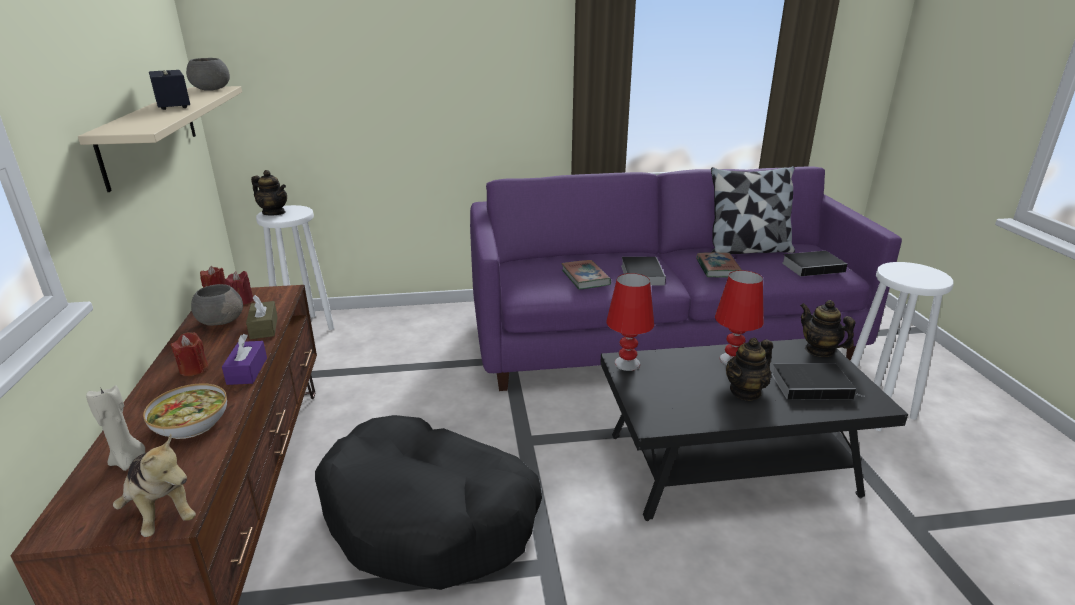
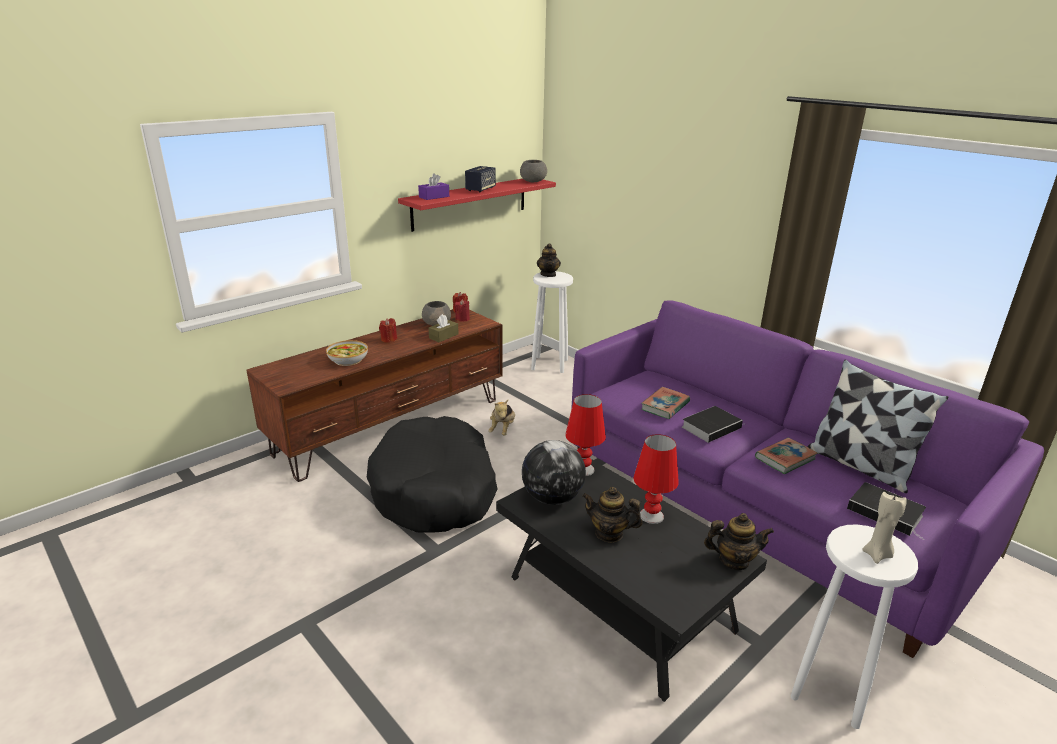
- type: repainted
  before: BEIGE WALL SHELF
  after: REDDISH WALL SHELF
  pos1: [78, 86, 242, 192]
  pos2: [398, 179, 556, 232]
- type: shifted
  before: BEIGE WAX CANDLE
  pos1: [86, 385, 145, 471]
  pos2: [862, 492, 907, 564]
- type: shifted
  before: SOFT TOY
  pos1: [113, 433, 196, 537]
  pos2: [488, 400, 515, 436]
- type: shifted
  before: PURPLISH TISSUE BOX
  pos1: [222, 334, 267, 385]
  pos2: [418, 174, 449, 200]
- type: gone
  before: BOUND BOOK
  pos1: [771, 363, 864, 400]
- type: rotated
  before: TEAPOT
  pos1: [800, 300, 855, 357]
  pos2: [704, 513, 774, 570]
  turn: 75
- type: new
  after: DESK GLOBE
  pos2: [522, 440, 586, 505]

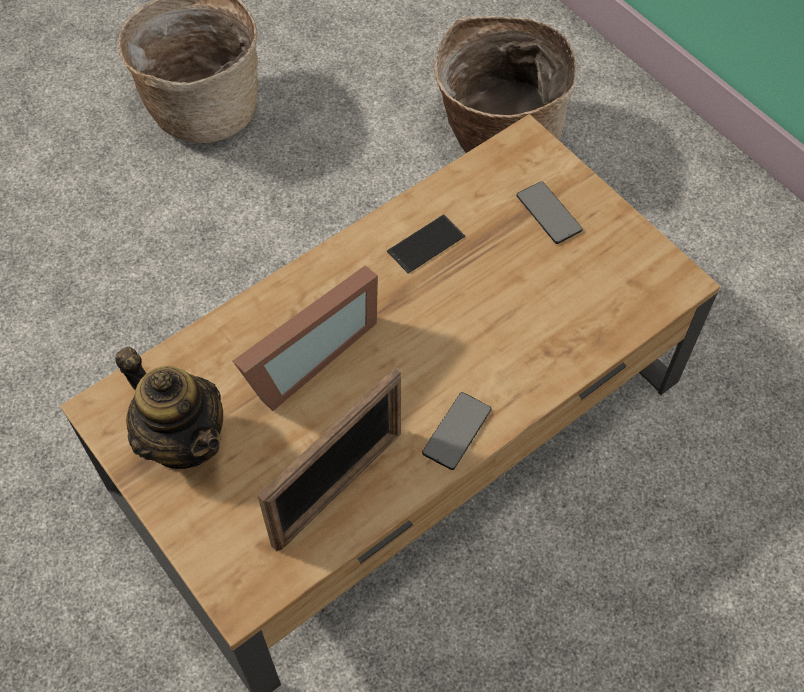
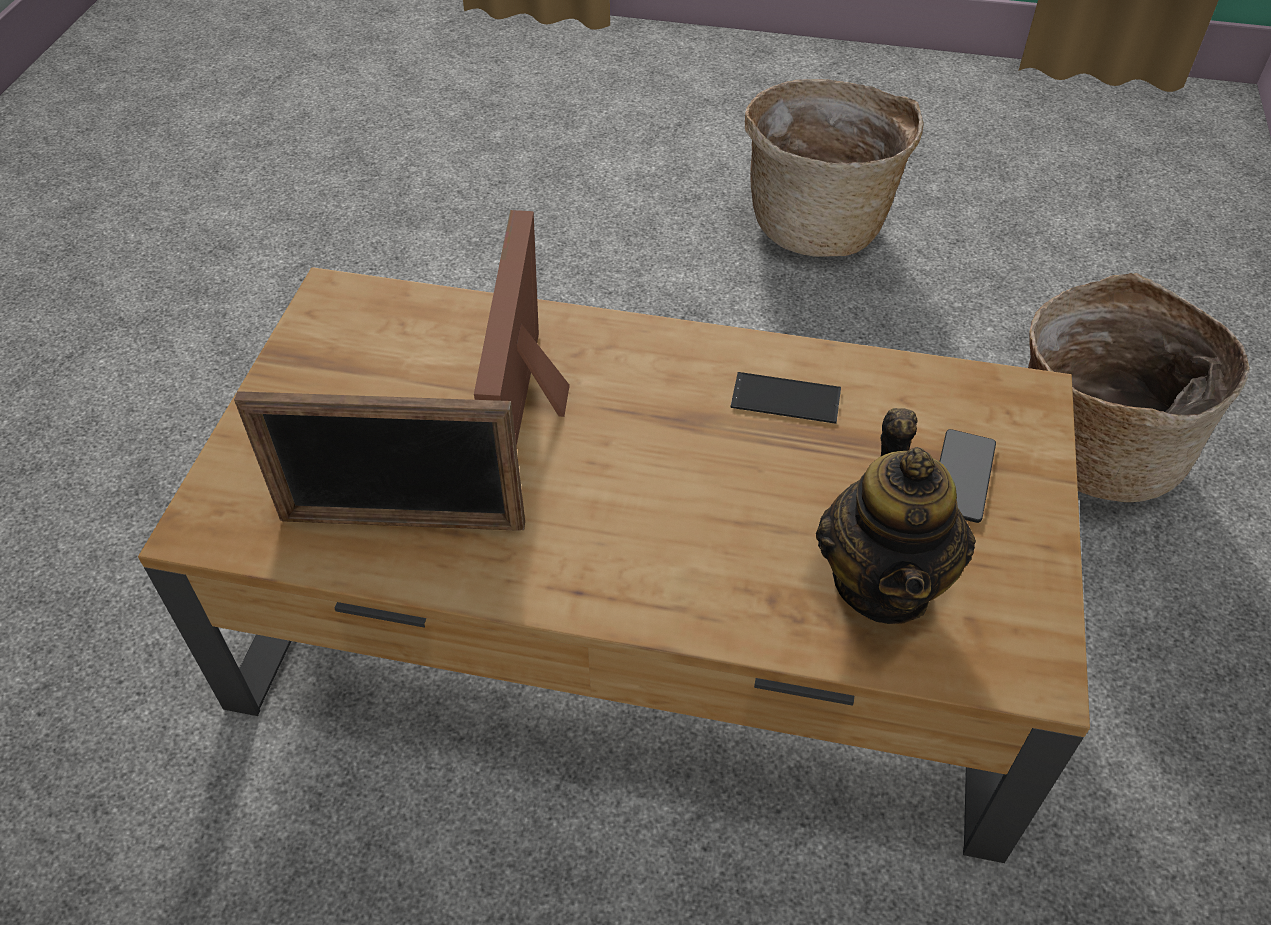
- type: shifted
  before: TEAPOT
  pos1: [115, 347, 223, 469]
  pos2: [816, 408, 976, 624]
- type: rotated
  before: PICTURE FRAME
  pos1: [233, 265, 378, 411]
  pos2: [474, 210, 570, 446]
  turn: 90
- type: gone
  before: HANDSET
  pos1: [422, 392, 492, 470]

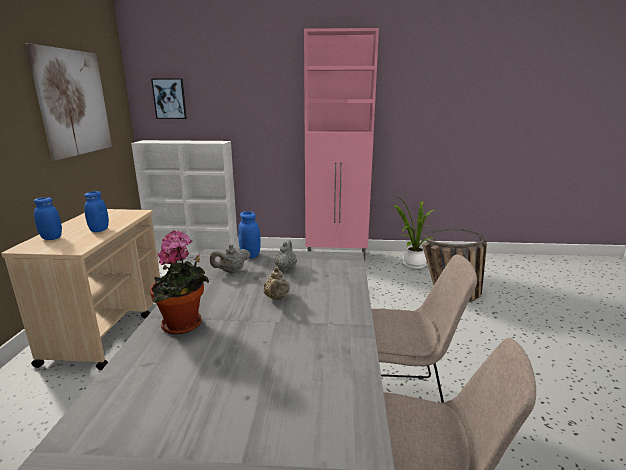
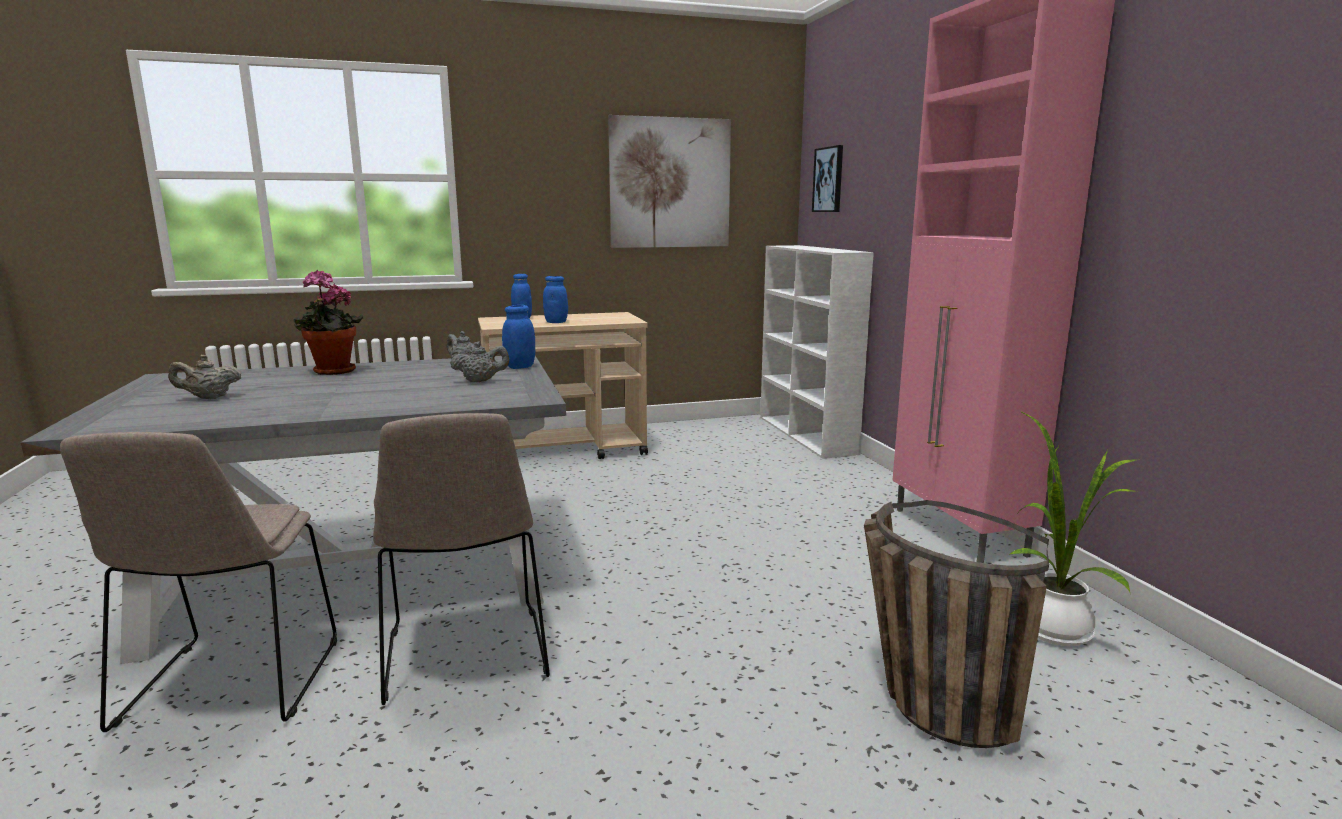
- type: shifted
  before: BEIGE TEAPOT
  pos1: [263, 267, 290, 300]
  pos2: [168, 355, 241, 399]

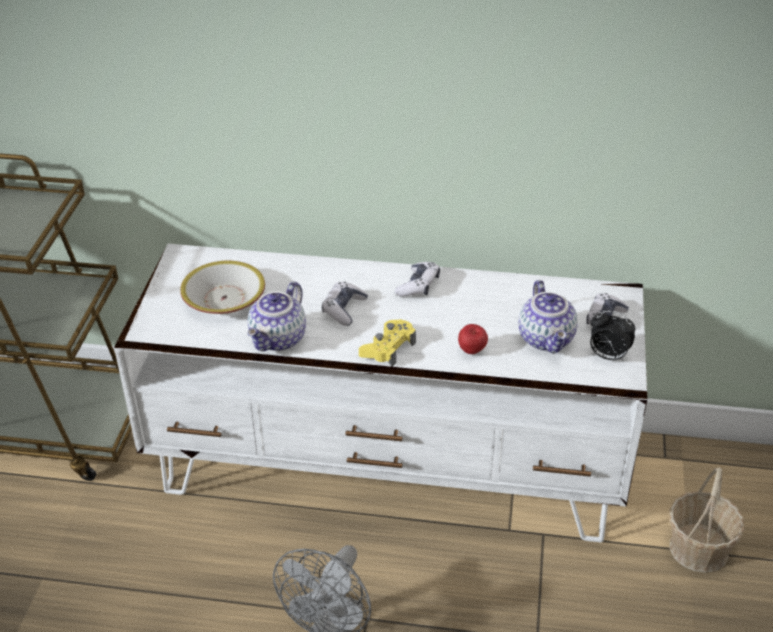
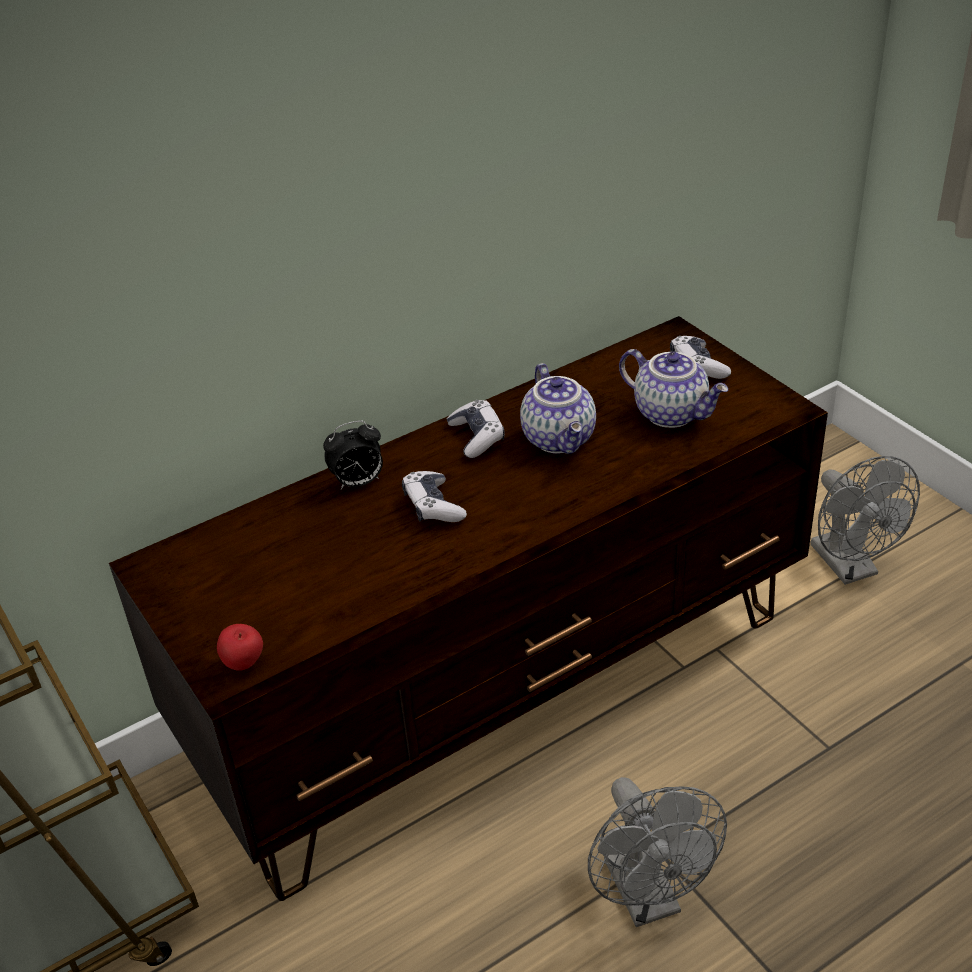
- type: repainted
  before: WHITISH TV STAND
  after: BROWNISH TV STAND
  pos1: [114, 244, 647, 543]
  pos2: [109, 316, 828, 901]
- type: gone
  before: SERVING BOWL
  pos1: [180, 261, 265, 314]
- type: shifted
  before: TEAPOT
  pos1: [248, 281, 306, 351]
  pos2: [520, 363, 596, 454]
- type: gone
  before: YELLOWISH GAME CONTROLLER
  pos1: [359, 319, 416, 367]
- type: shifted
  before: APPLE FRUIT
  pos1: [458, 324, 488, 354]
  pos2: [217, 624, 263, 671]
- type: shifted
  before: BEDSIDE CLOCK
  pos1: [590, 311, 635, 361]
  pos2: [323, 420, 383, 489]
- type: swapped
  before: BASKET
  after: GREY FAN
  pos1: [670, 468, 744, 573]
  pos2: [811, 456, 920, 585]

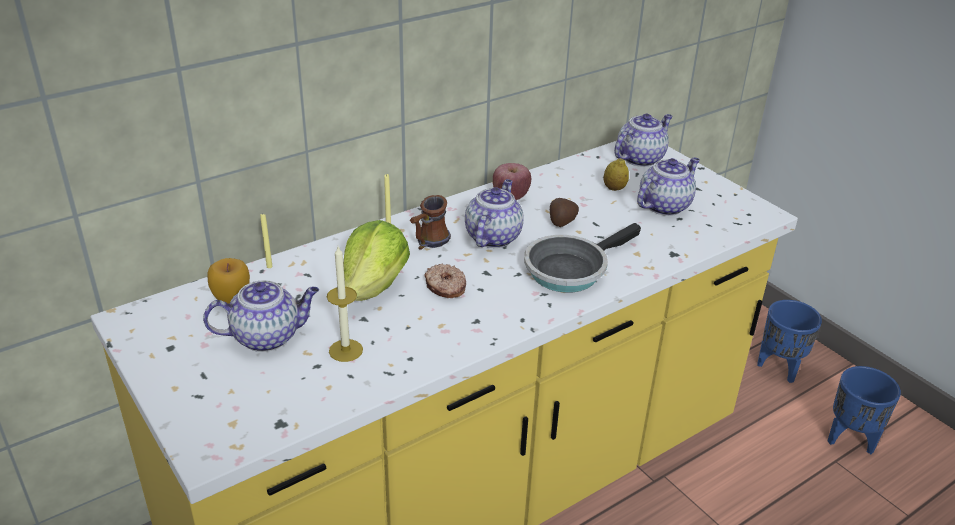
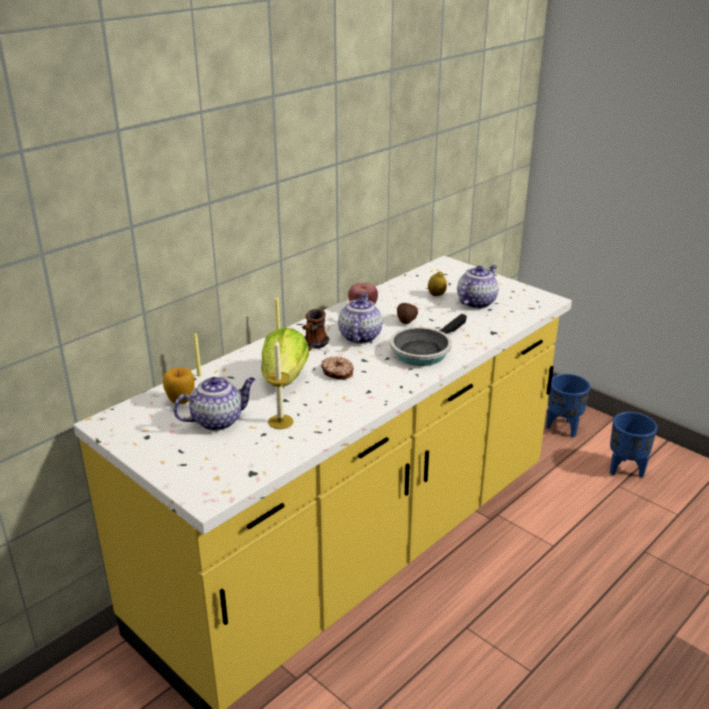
- type: gone
  before: TEAPOT
  pos1: [614, 114, 673, 167]

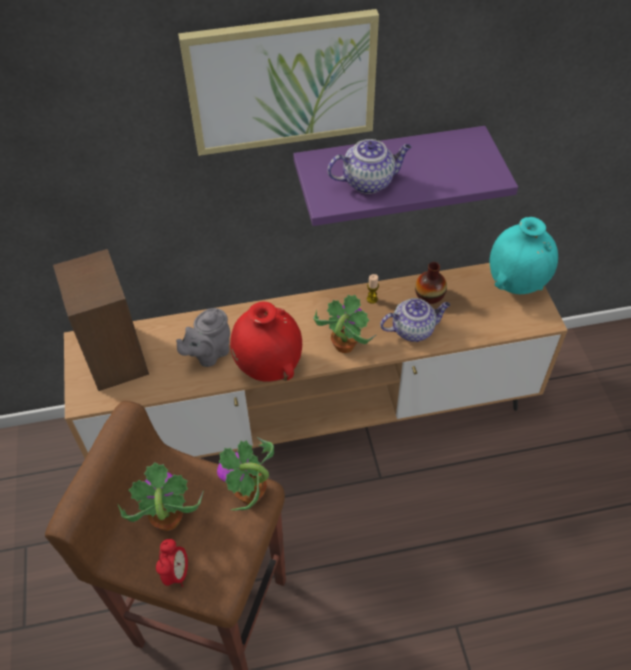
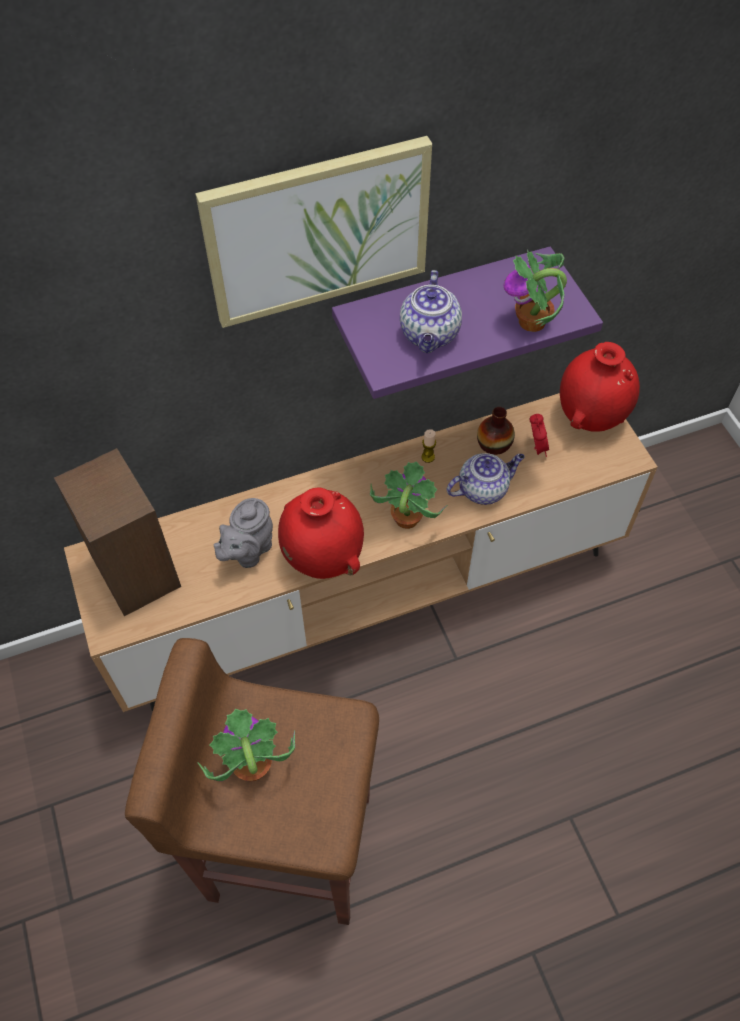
- type: shifted
  before: BEDSIDE CLOCK
  pos1: [156, 539, 188, 587]
  pos2: [530, 414, 549, 457]
- type: shifted
  before: PLANT IN A POT
  pos1: [217, 437, 274, 511]
  pos2: [504, 250, 567, 332]
- type: rotated
  before: TEAPOT
  pos1: [328, 139, 412, 194]
  pos2: [400, 270, 462, 353]
  turn: 120
- type: repainted
  before: BLUE-GREEN FLOWER VASE
  after: REDDISH FLOWER VASE
  pos1: [490, 217, 558, 294]
  pos2: [560, 342, 640, 432]

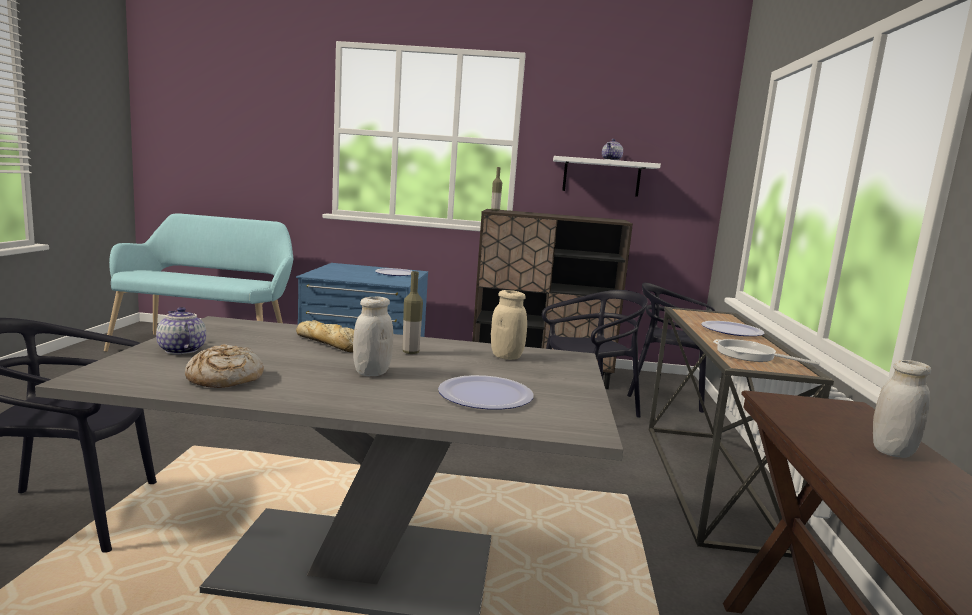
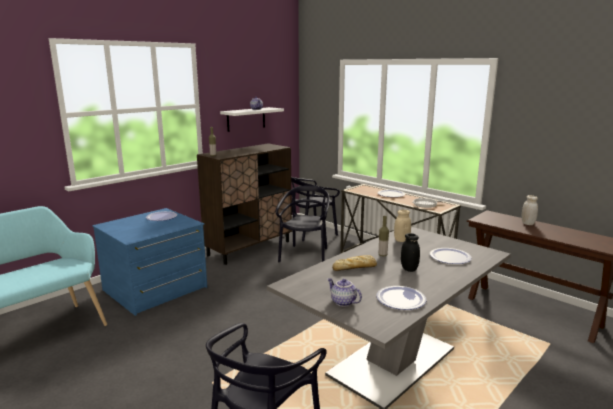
- type: rotated
  before: TEAPOT
  pos1: [156, 307, 206, 355]
  pos2: [328, 278, 362, 307]
  turn: 45
- type: swapped
  before: BAKED BREAD
  after: DINNER PLATE
  pos1: [185, 344, 264, 388]
  pos2: [376, 286, 426, 310]
- type: repainted
  before: WHITISH JAR
  after: BLACK JAR
  pos1: [353, 296, 393, 376]
  pos2: [401, 233, 420, 272]

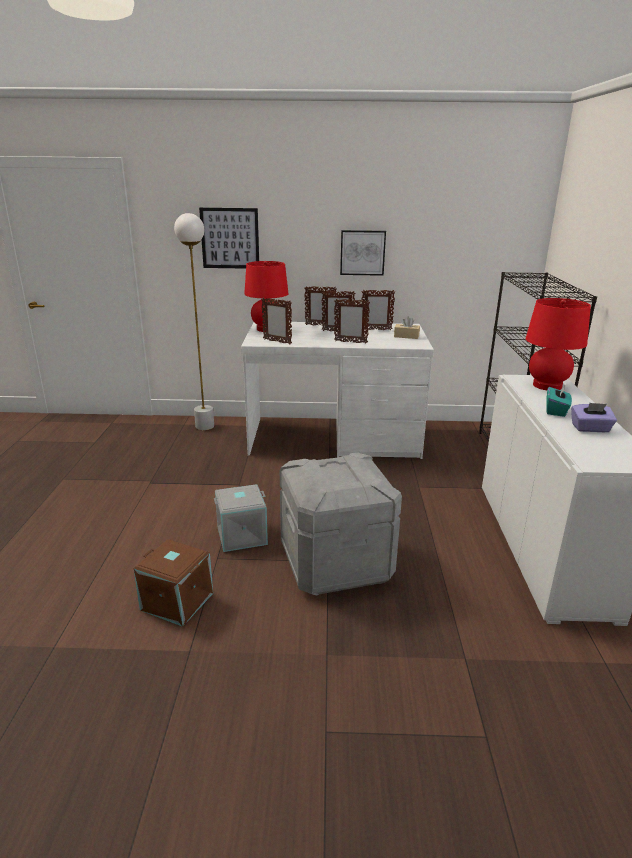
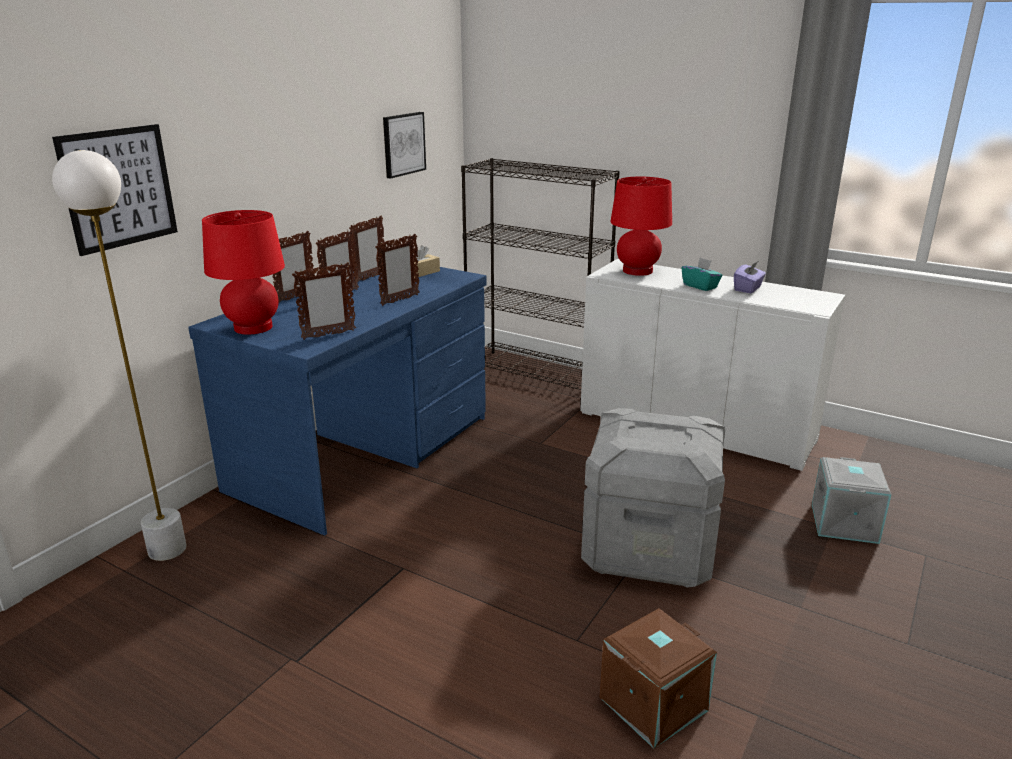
- type: shifted
  before: GREY STORAGE BIN
  pos1: [214, 484, 268, 552]
  pos2: [812, 457, 891, 544]
- type: repainted
  before: WHITISH DESK UNIT
  after: BLUISH DESK UNIT
  pos1: [241, 322, 434, 459]
  pos2: [188, 267, 487, 536]
- type: shifted
  before: PICTURE
  pos1: [340, 230, 386, 276]
  pos2: [383, 112, 426, 179]

